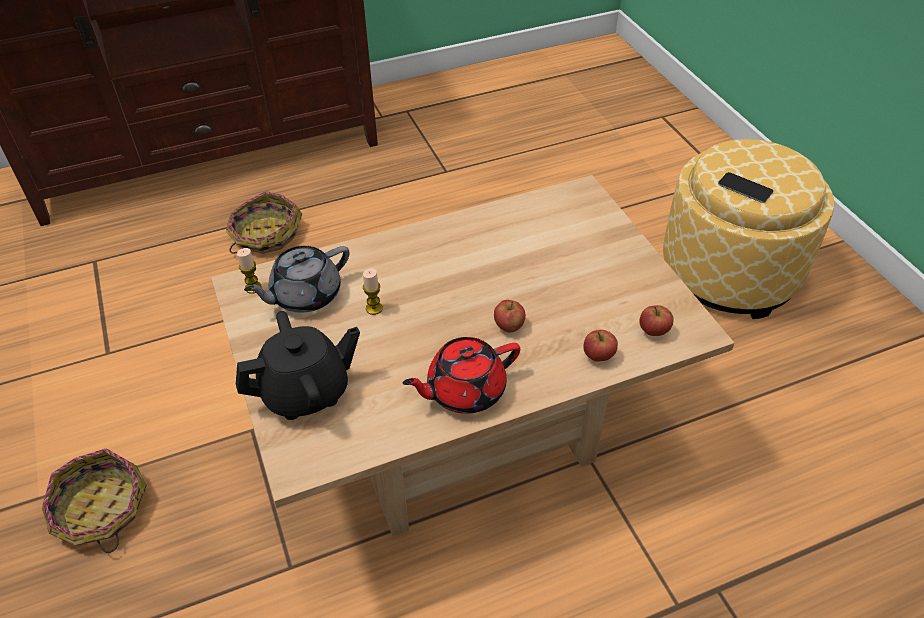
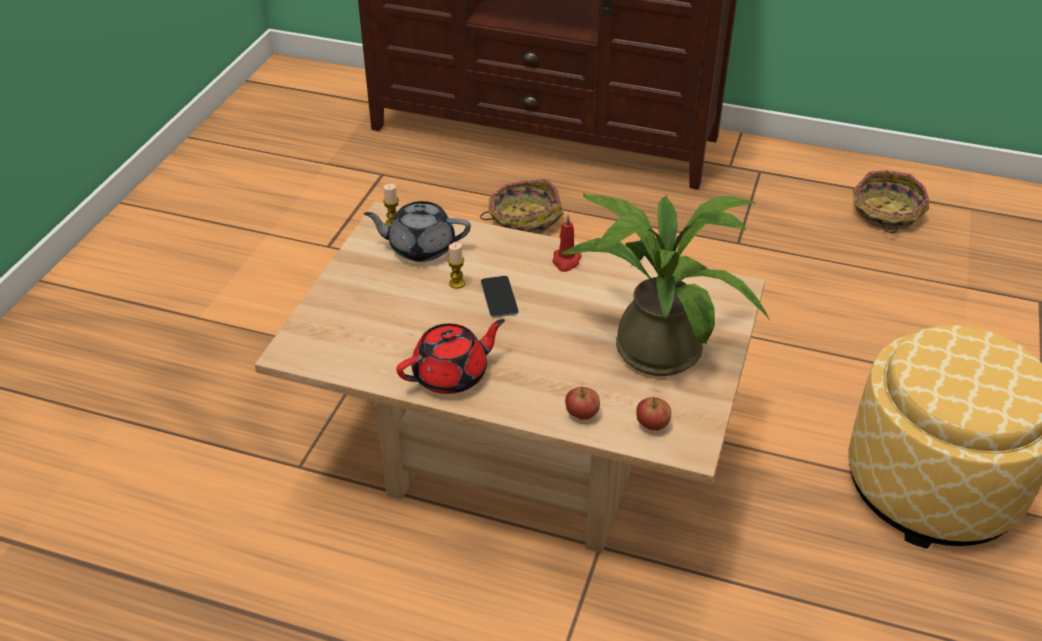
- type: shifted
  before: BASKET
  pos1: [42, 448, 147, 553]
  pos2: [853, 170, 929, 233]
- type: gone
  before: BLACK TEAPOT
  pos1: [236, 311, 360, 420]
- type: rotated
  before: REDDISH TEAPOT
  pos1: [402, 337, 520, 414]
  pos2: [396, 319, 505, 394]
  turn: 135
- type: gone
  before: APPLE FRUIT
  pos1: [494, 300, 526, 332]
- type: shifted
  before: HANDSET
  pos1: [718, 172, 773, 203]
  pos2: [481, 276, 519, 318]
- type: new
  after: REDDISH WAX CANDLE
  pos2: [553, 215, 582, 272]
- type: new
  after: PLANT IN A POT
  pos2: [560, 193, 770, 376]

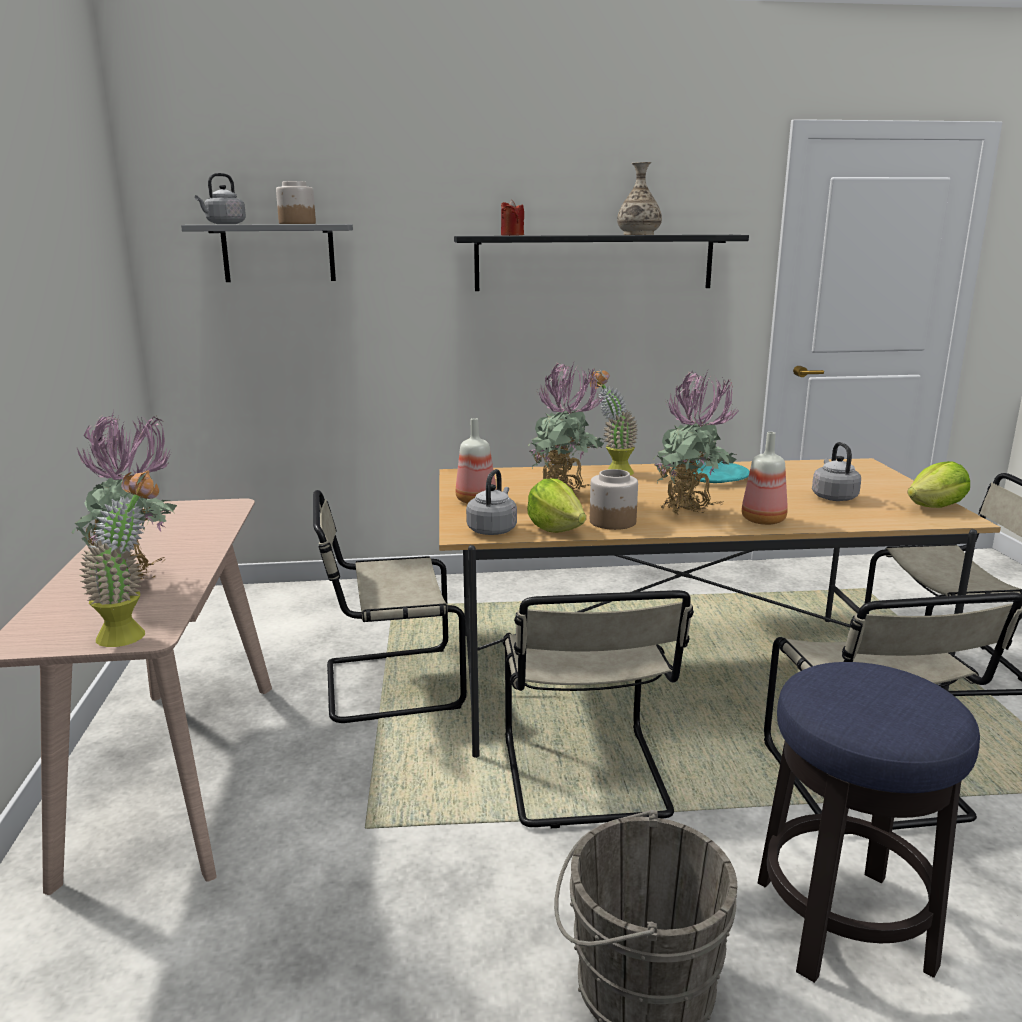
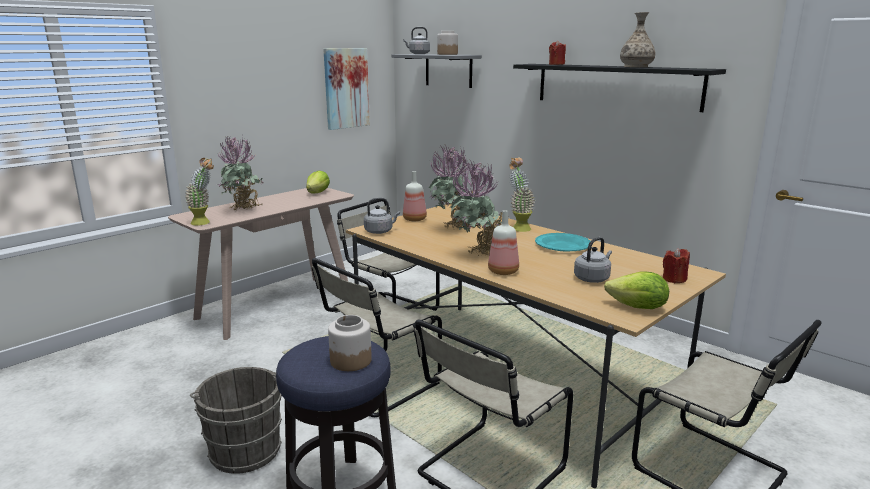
- type: shifted
  before: LETTUCE HEAD
  pos1: [527, 479, 586, 533]
  pos2: [306, 171, 330, 194]
- type: shifted
  before: JAR
  pos1: [590, 469, 638, 530]
  pos2: [328, 315, 372, 371]
- type: new
  after: PICTURE
  pos2: [323, 48, 370, 130]
- type: new
  after: REDDISH WAX CANDLE
  pos2: [663, 248, 690, 283]

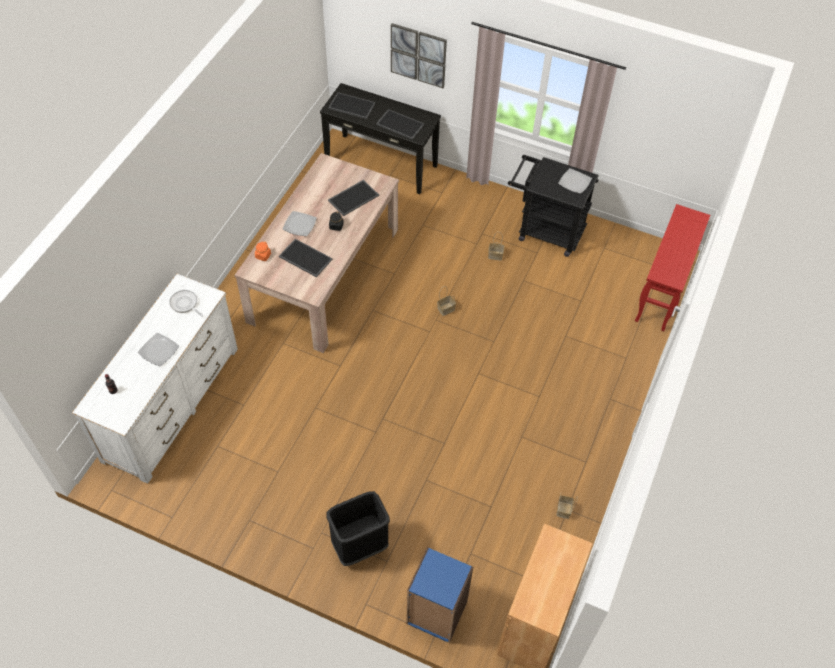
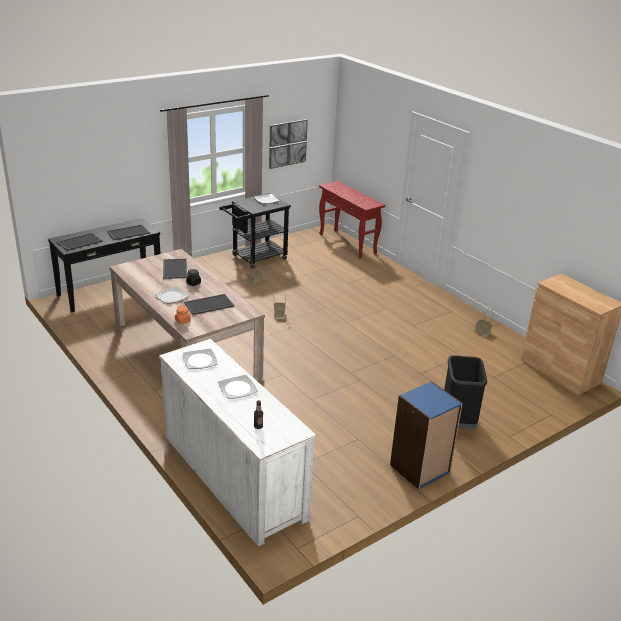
- type: swapped
  before: PAN
  after: DINNER PLATE
  pos1: [169, 290, 203, 317]
  pos2: [183, 349, 218, 369]
- type: shifted
  before: PICTURE
  pos1: [391, 23, 447, 88]
  pos2: [269, 119, 308, 169]
- type: shifted
  before: BLUISH BOOKCASE
  pos1: [406, 547, 473, 643]
  pos2: [390, 381, 463, 490]

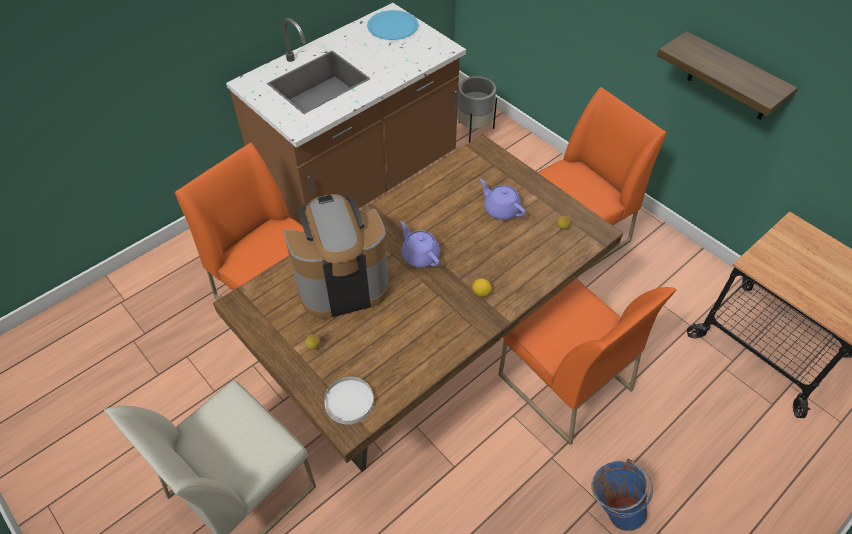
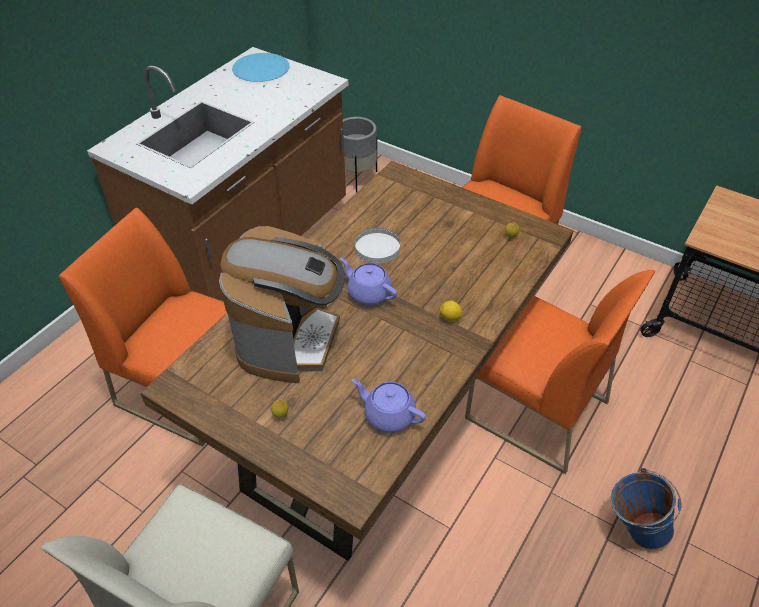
- type: rotated
  before: COFFEE MAKER
  pos1: [284, 194, 389, 319]
  pos2: [219, 226, 345, 383]
  turn: 135
- type: shifted
  before: WHITISH DINNER PLATE
  pos1: [324, 377, 374, 424]
  pos2: [355, 228, 400, 264]
- type: shifted
  before: PURPLISH TEAPOT
  pos1: [480, 179, 526, 220]
  pos2: [352, 379, 426, 433]
- type: gone
  before: WALL SHELF
  pos1: [657, 31, 798, 120]

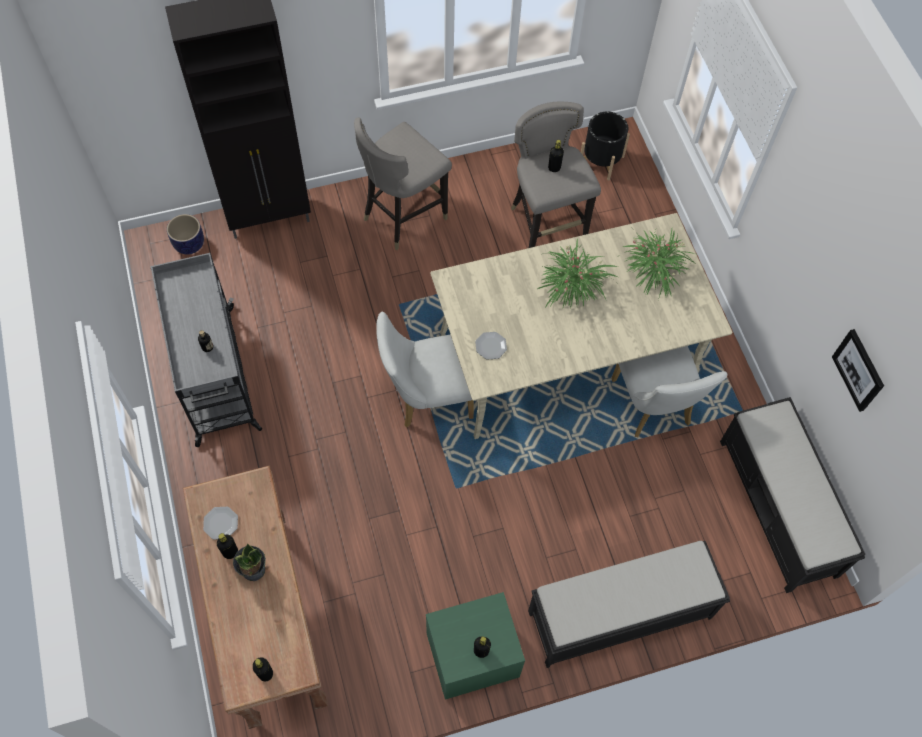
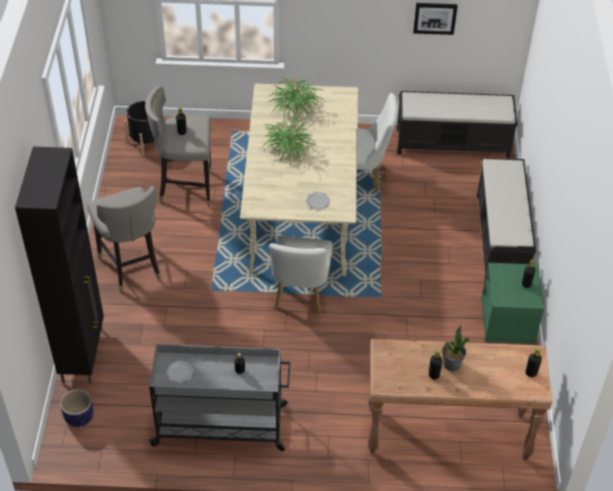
- type: shifted
  before: DINNER PLATE
  pos1: [203, 507, 238, 540]
  pos2: [166, 361, 194, 383]

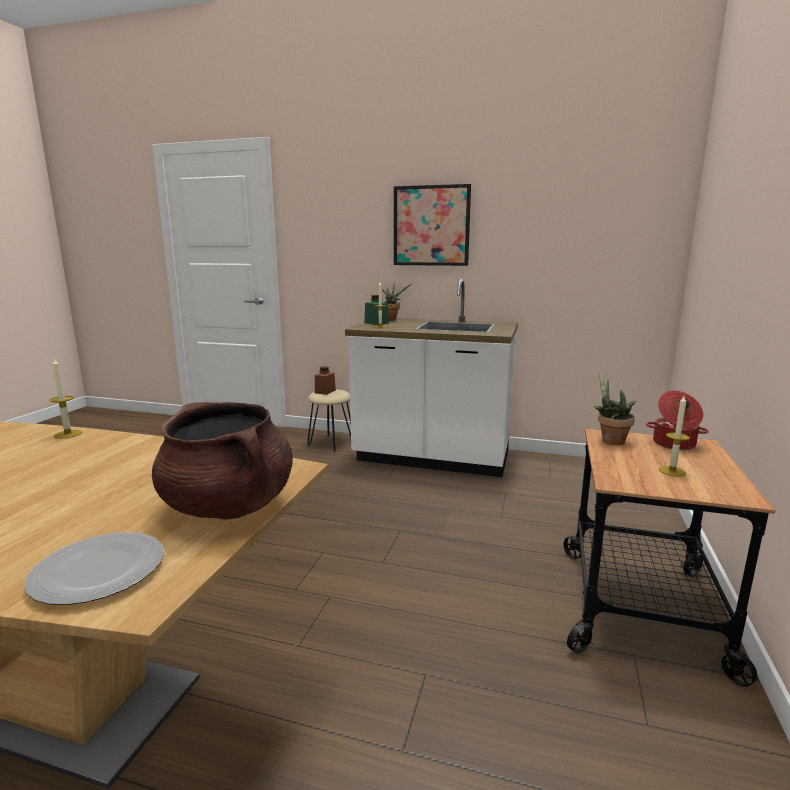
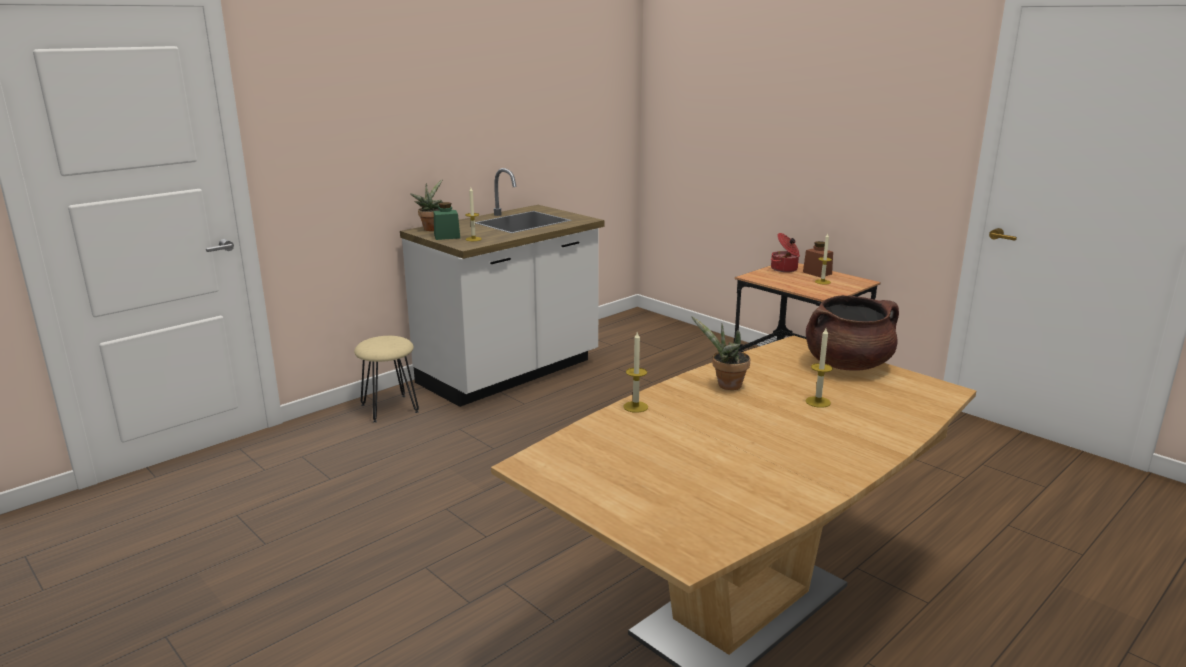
- type: gone
  before: DINNER PLATE
  pos1: [24, 532, 164, 605]
- type: shifted
  before: BROWNISH JAR
  pos1: [315, 366, 336, 395]
  pos2: [803, 241, 833, 277]
- type: gone
  before: PICTURE
  pos1: [394, 184, 471, 266]
- type: shifted
  before: PLANT IN A POT
  pos1: [594, 373, 636, 445]
  pos2: [691, 316, 750, 390]
- type: new
  after: WAX CANDLE
  pos2: [805, 328, 833, 408]

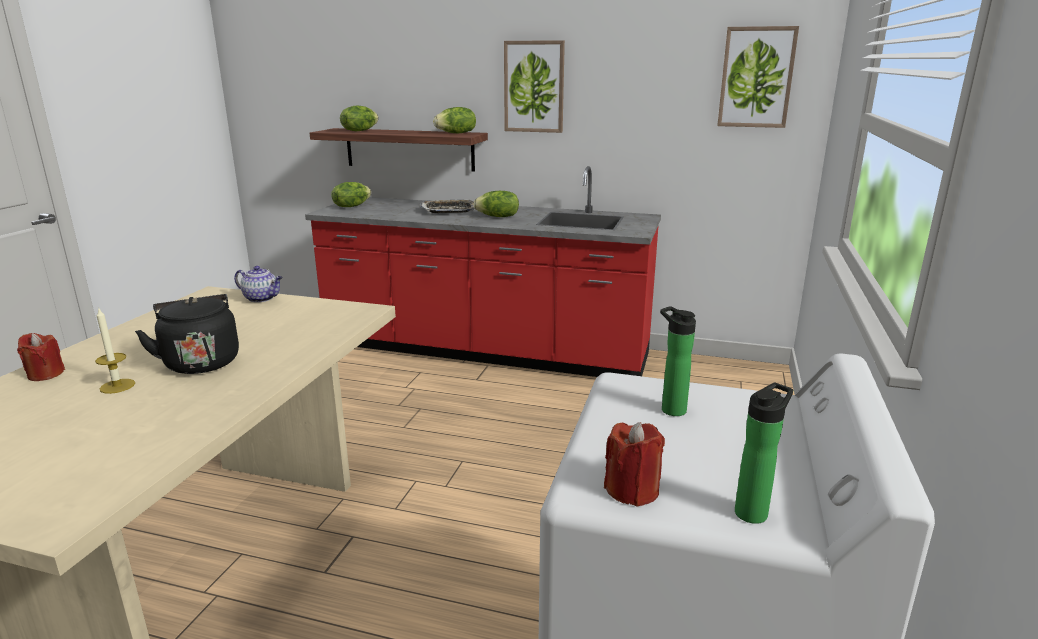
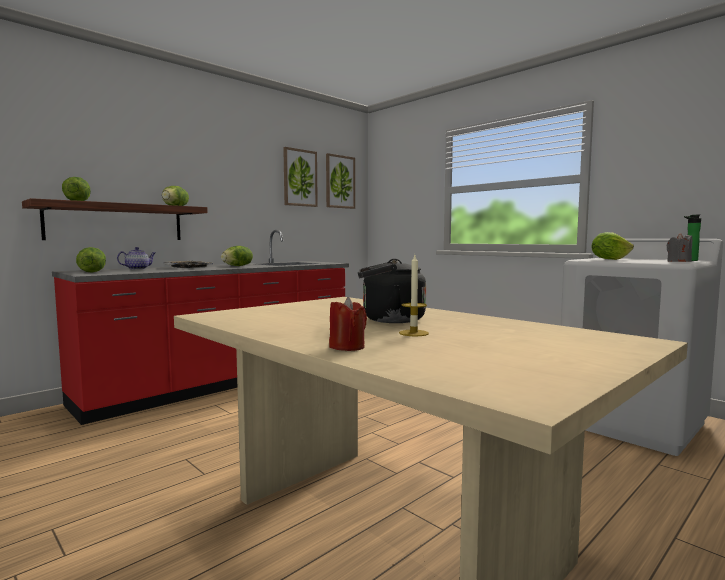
- type: shifted
  before: TEAPOT
  pos1: [234, 266, 283, 303]
  pos2: [117, 247, 155, 269]
- type: shifted
  before: PICTURE
  pos1: [504, 40, 565, 133]
  pos2: [283, 147, 318, 207]
- type: repainted
  before: REDDISH WAX CANDLE
  after: GREY WAX CANDLE
  pos1: [604, 422, 665, 507]
  pos2: [667, 233, 692, 262]
- type: swapped
  before: BEVERAGE BOTTLE
  after: LETTUCE HEAD
  pos1: [660, 306, 696, 416]
  pos2: [591, 232, 634, 260]

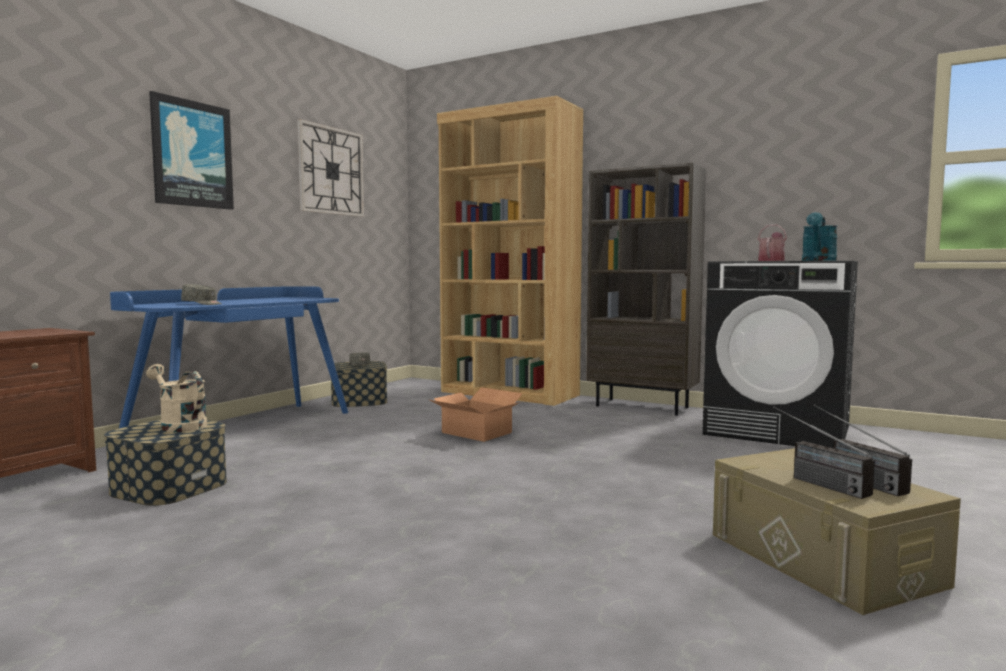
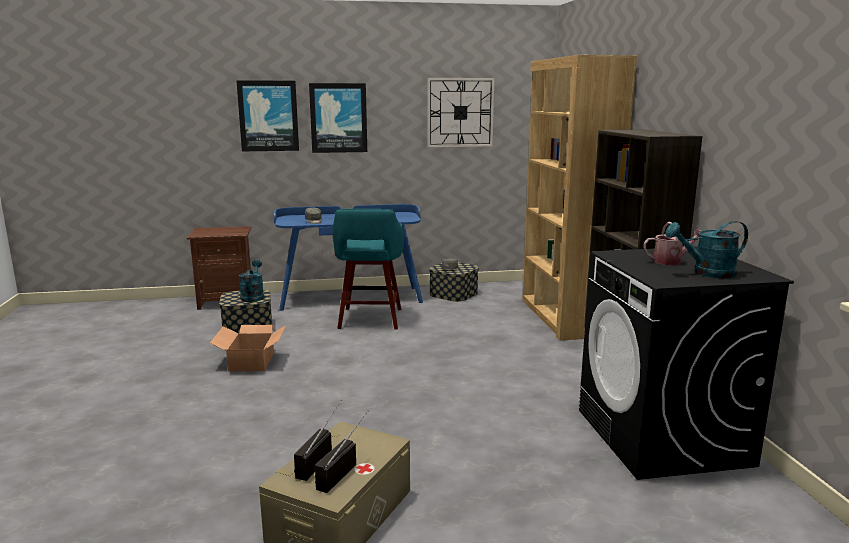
- type: repainted
  before: BEIGE WATERING POT
  after: BLUE-GREEN WATERING POT
  pos1: [146, 364, 207, 432]
  pos2: [239, 260, 264, 302]
- type: shifted
  before: CARTON
  pos1: [430, 387, 523, 442]
  pos2: [210, 325, 286, 372]
- type: new
  after: PICTURE
  pos2: [236, 80, 299, 151]
- type: new
  after: BLUE-GREEN STOOL
  pos2: [332, 209, 404, 329]

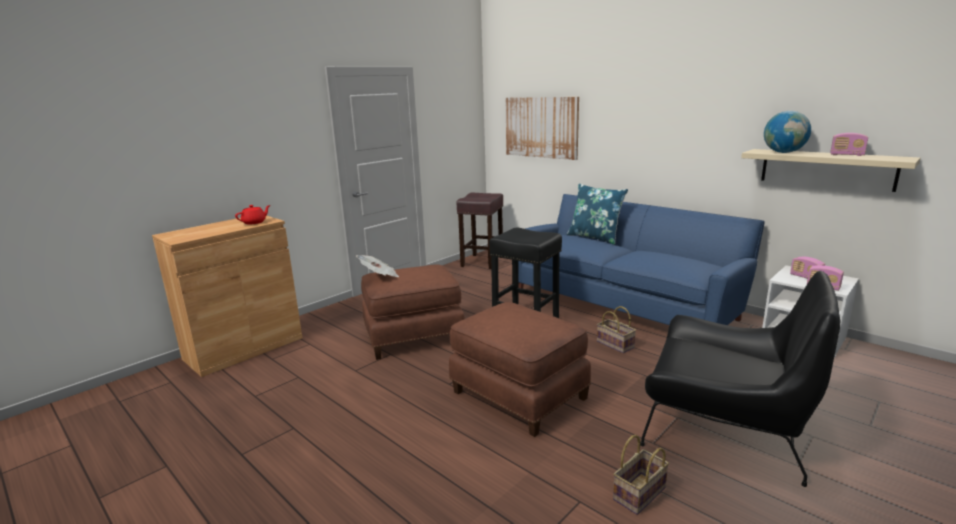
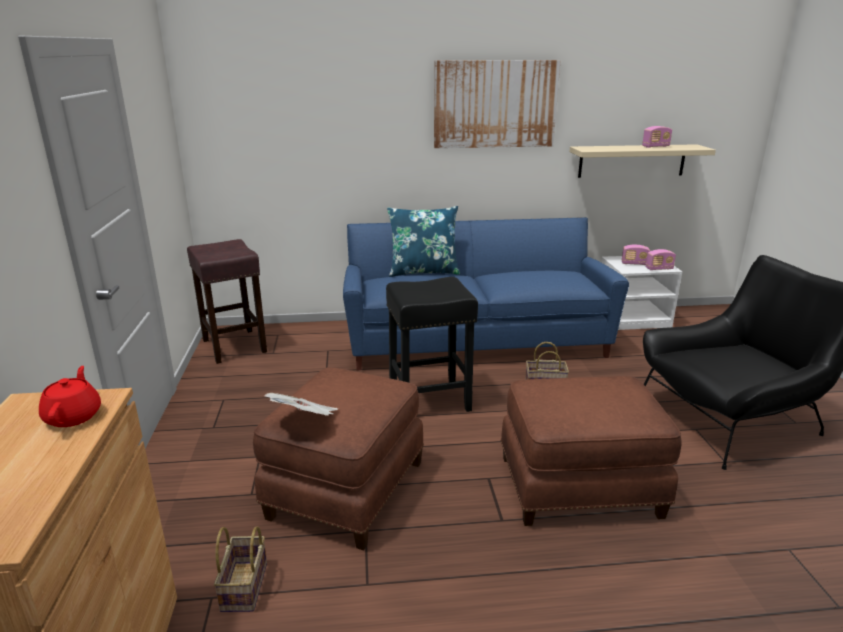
- type: shifted
  before: PICTURE
  pos1: [506, 97, 579, 160]
  pos2: [434, 60, 561, 148]
- type: shifted
  before: BASKET
  pos1: [613, 435, 669, 515]
  pos2: [214, 526, 267, 612]
- type: gone
  before: DESK GLOBE
  pos1: [764, 111, 811, 153]

